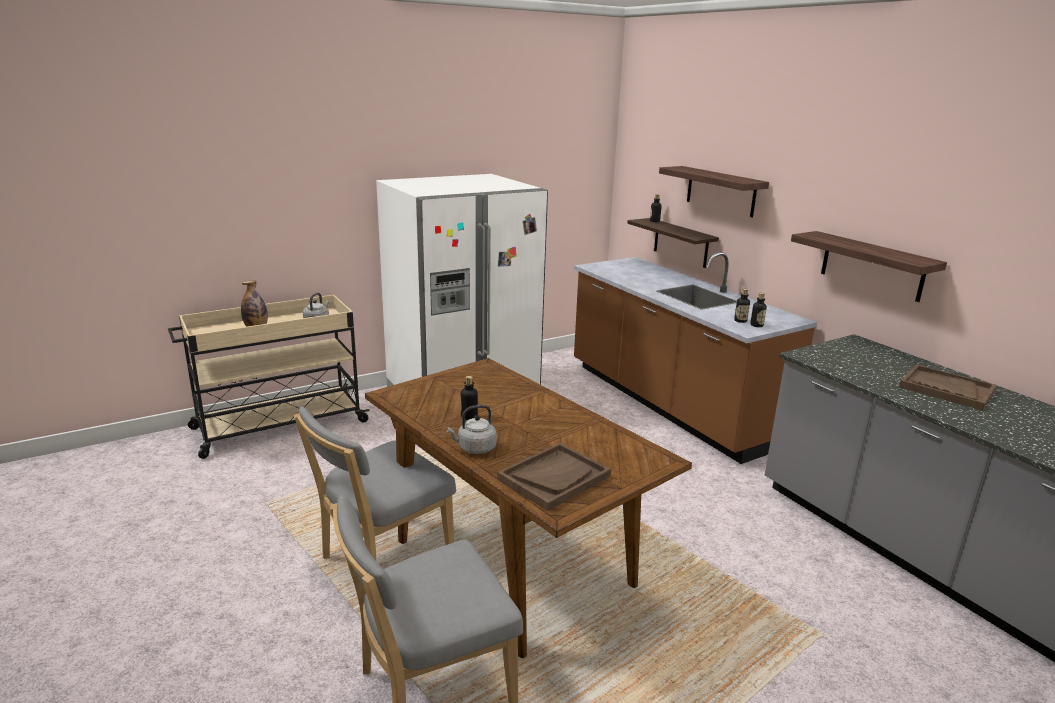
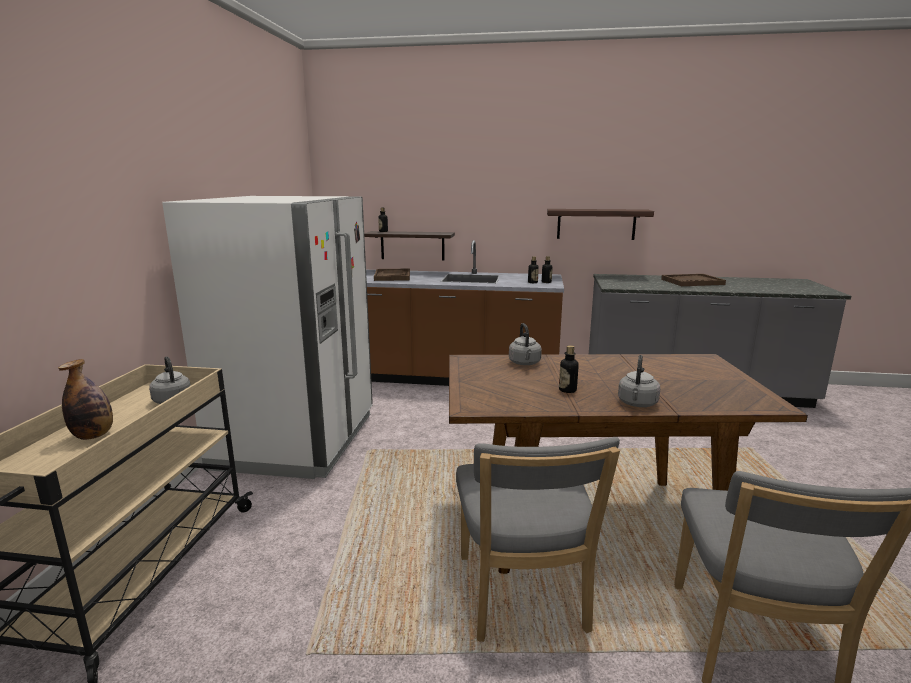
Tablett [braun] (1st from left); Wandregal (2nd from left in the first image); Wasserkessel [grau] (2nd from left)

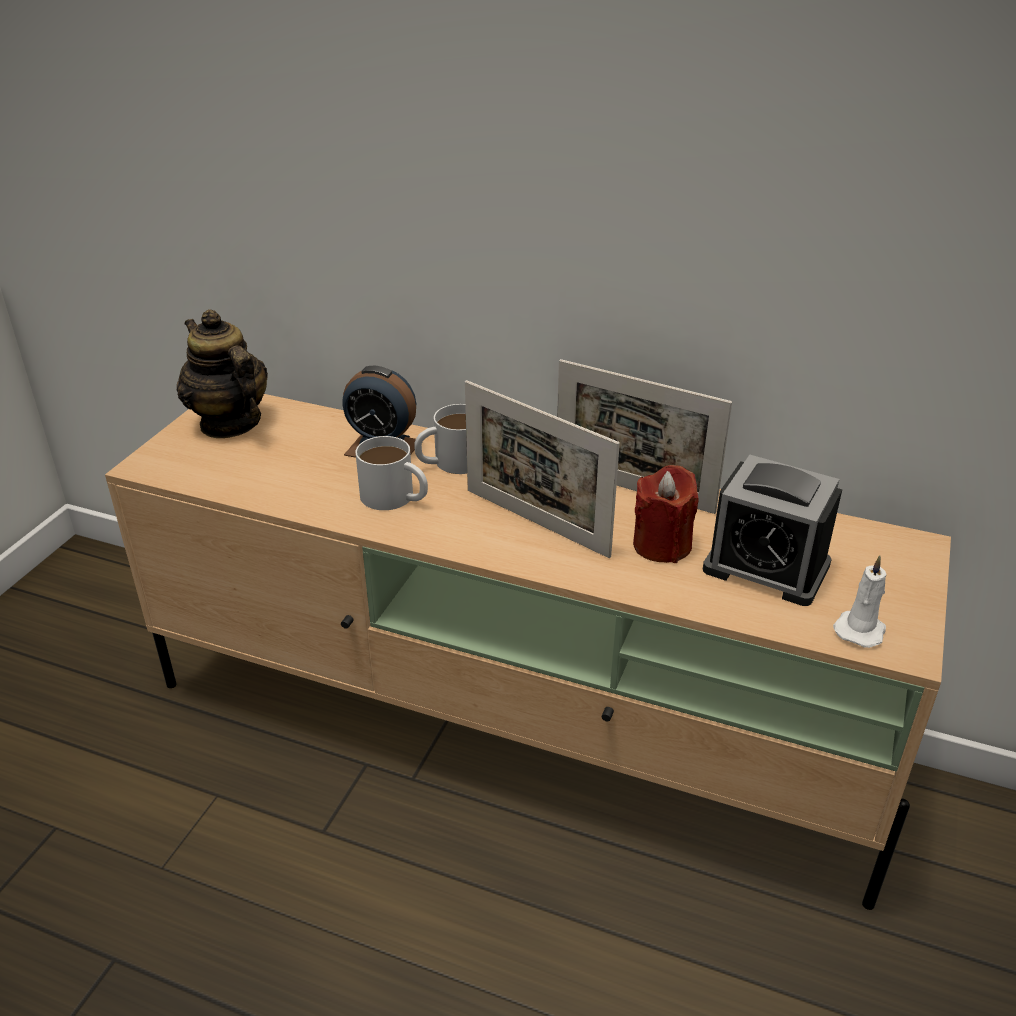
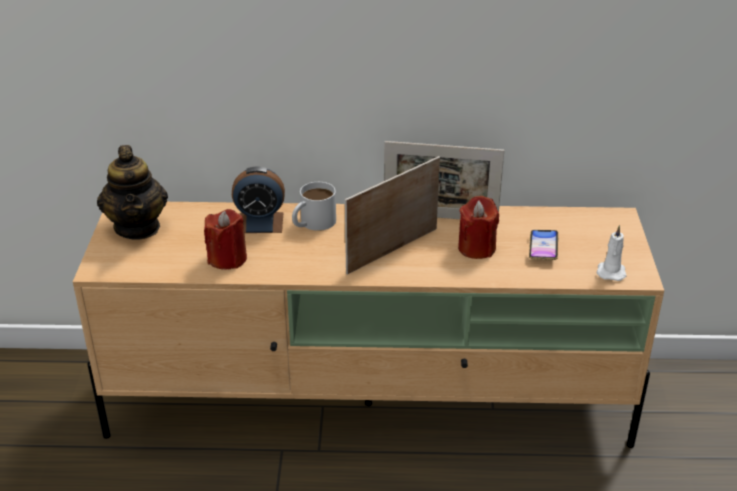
Teekanne; Henkelbecher [weiß] (1st from left in the first image); Bilderrahmen (1st from left); Handy; Kerze [rot] (1st from left)

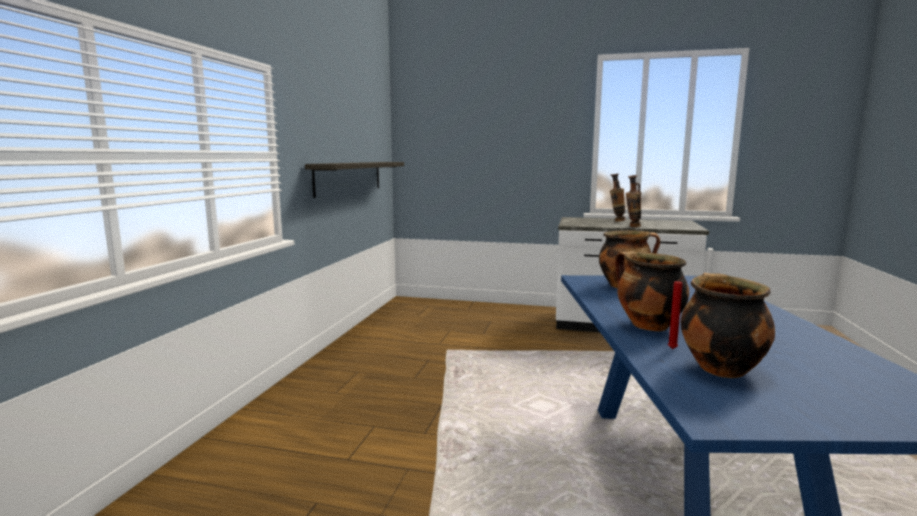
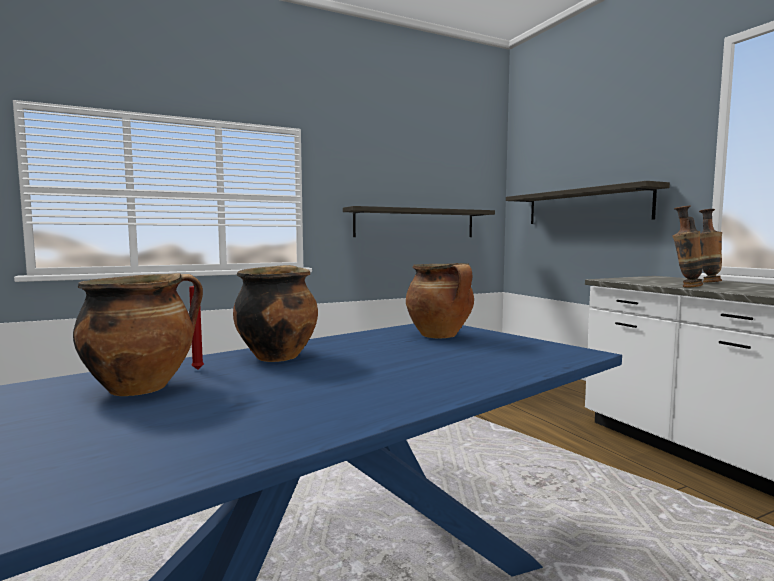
Wandregal (2nd from left)

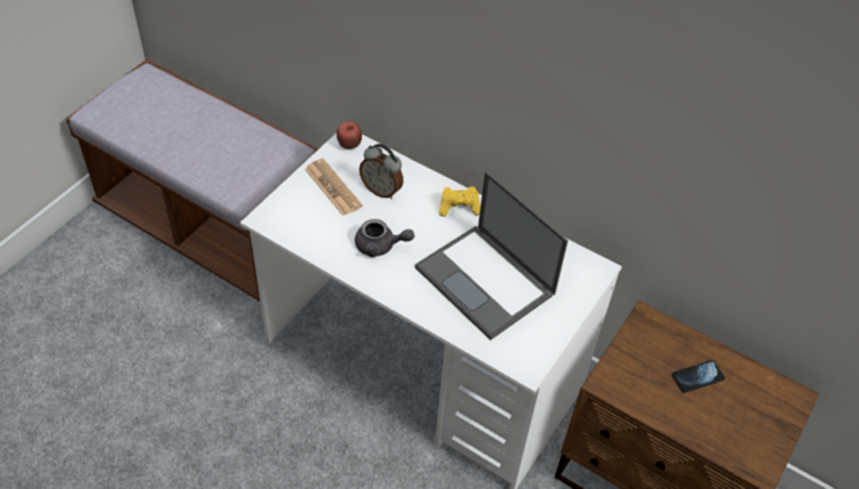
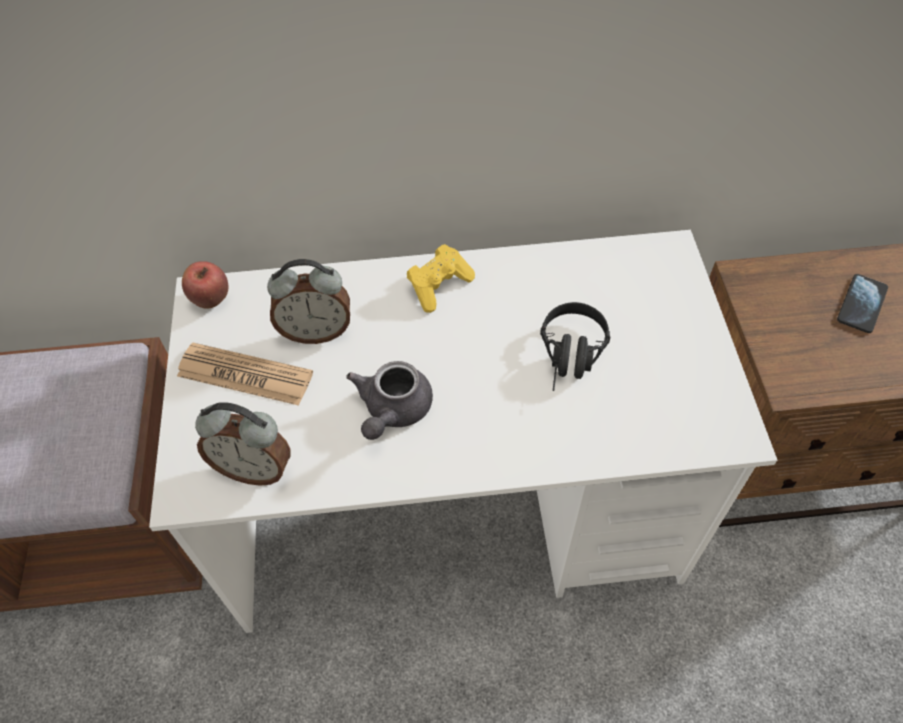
Teekanne [grau]; Kopfhörer [schwarz]; Wecker (1st from left)

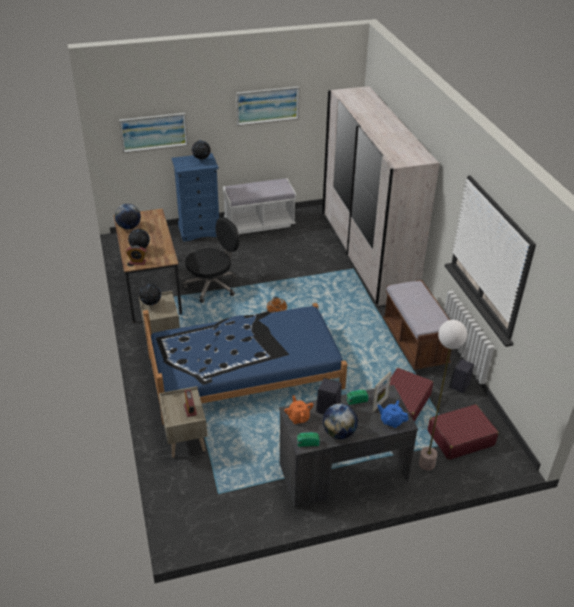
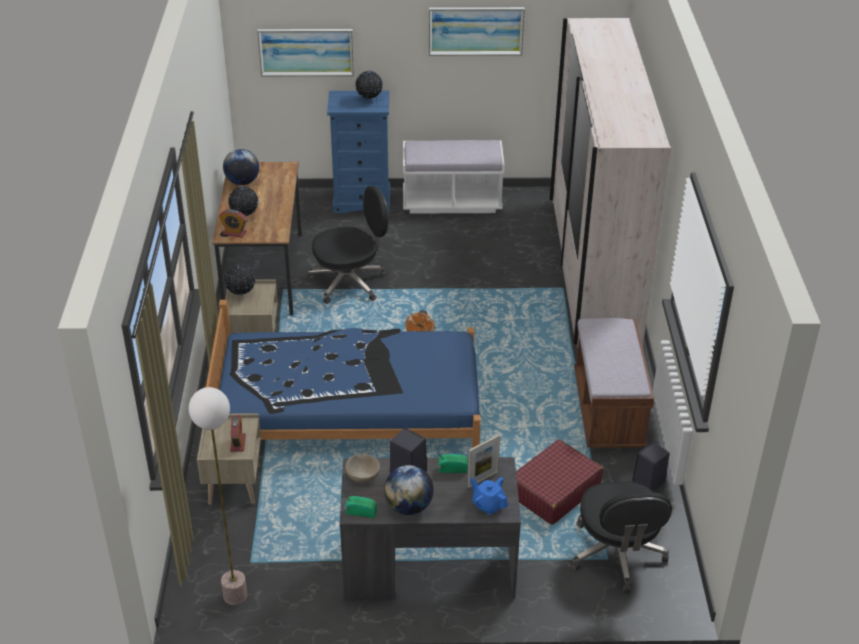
Schüssel [beige]; Stehlampe; Bürostuhl [schwarz] (2nd from left)

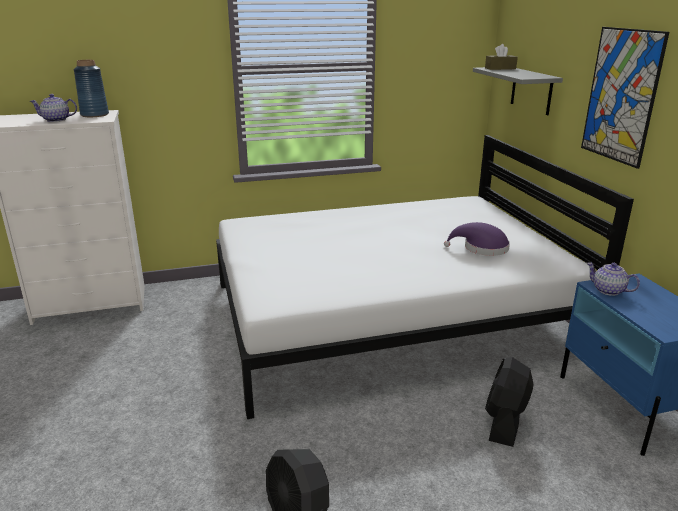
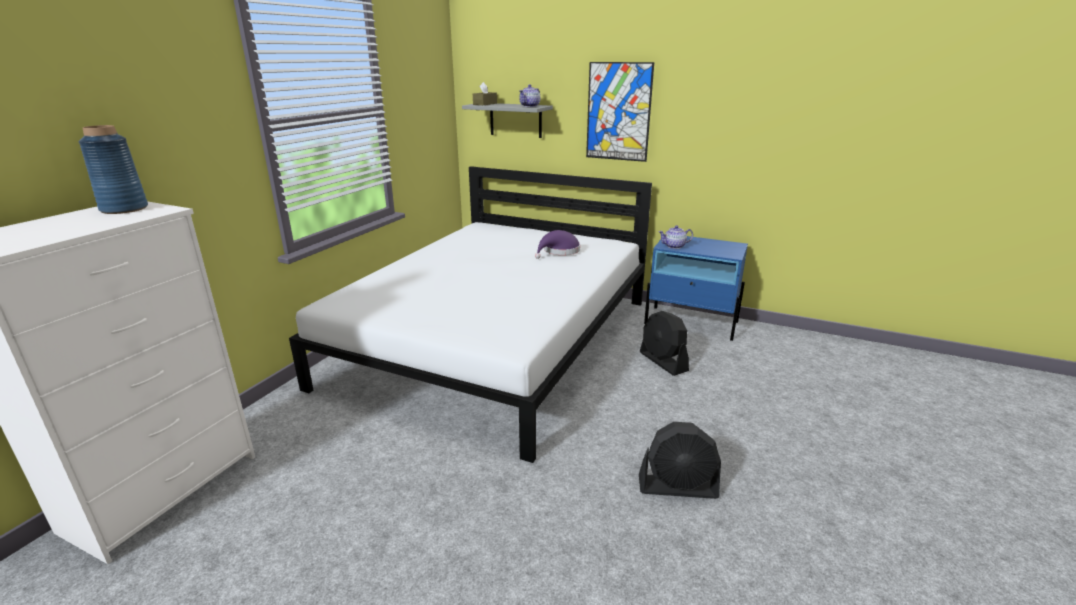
Teekanne (1st from left)

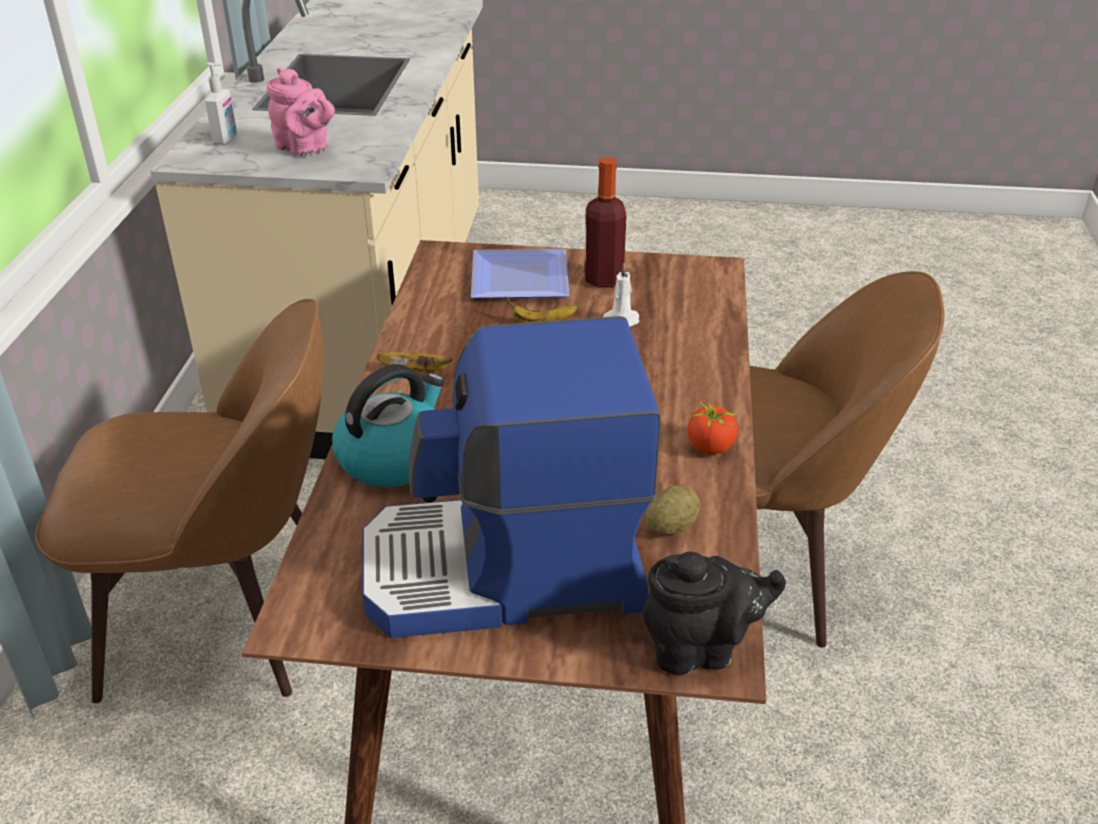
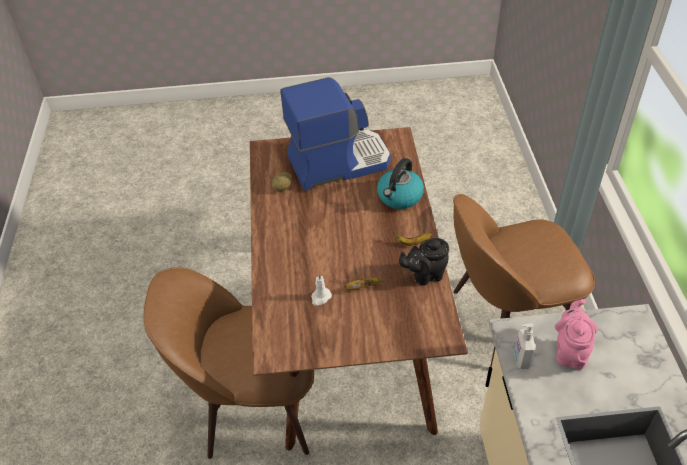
Seifenspender; Teekanne [rosa]; Teller; Flasche; Teekanne [schwarz]; Tomate

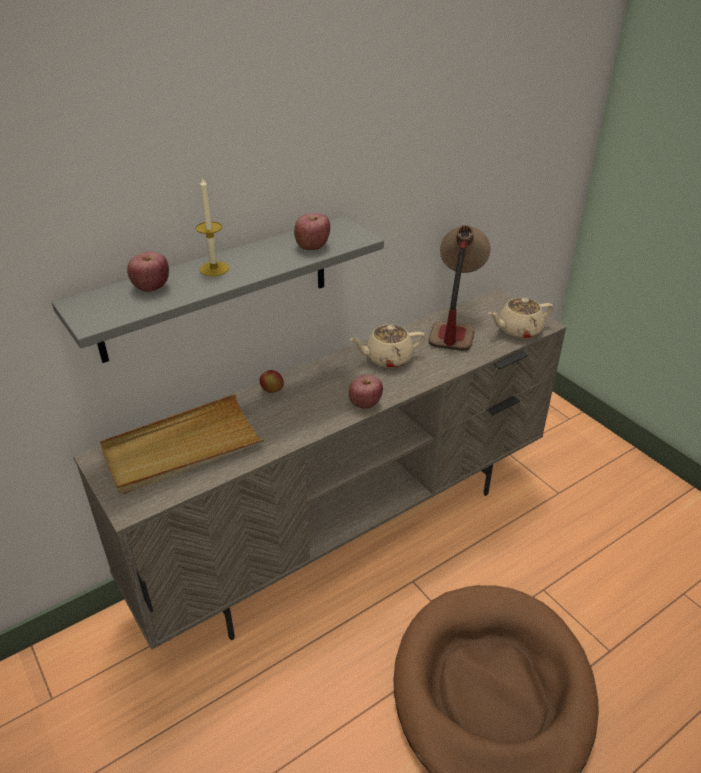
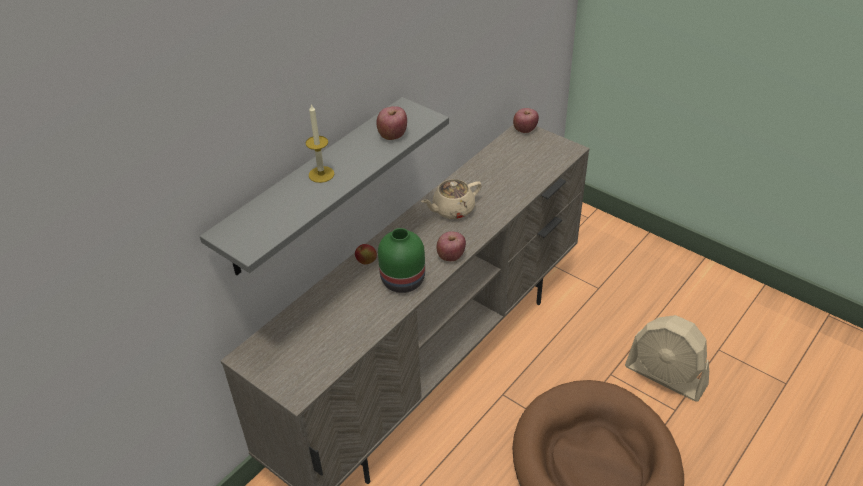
Tablett [beige]; Apfel (4th from left); Tischlampe; Teekanne [beige] (2nd from left in the first image); Vase [grün]; Ventilator [beige]

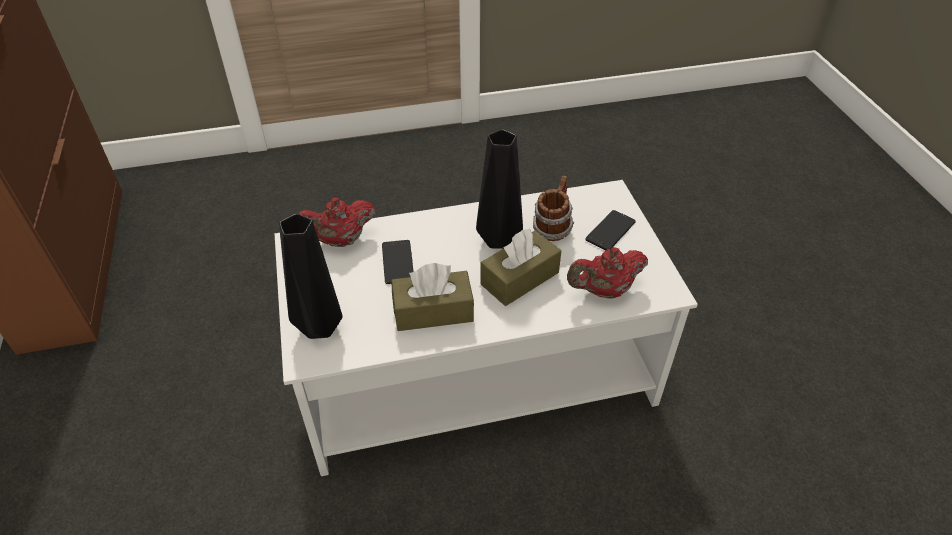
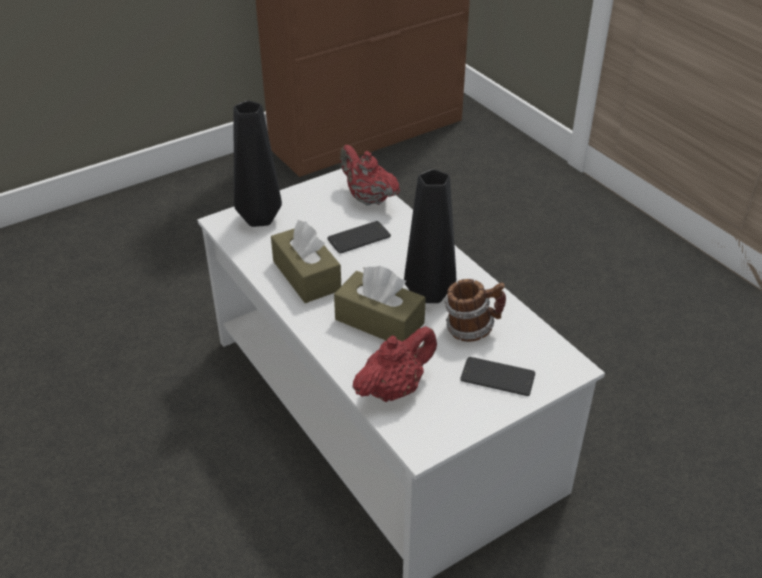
Teekanne [rot] (2nd from left)

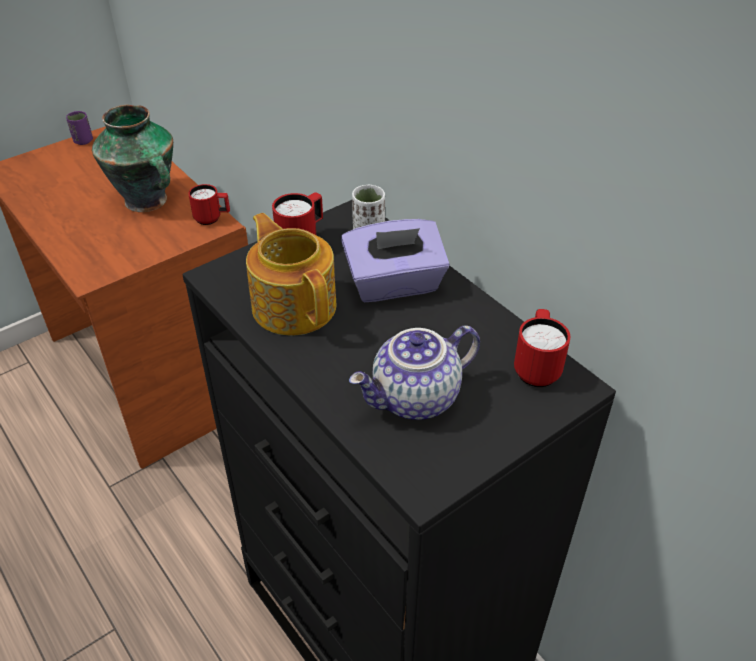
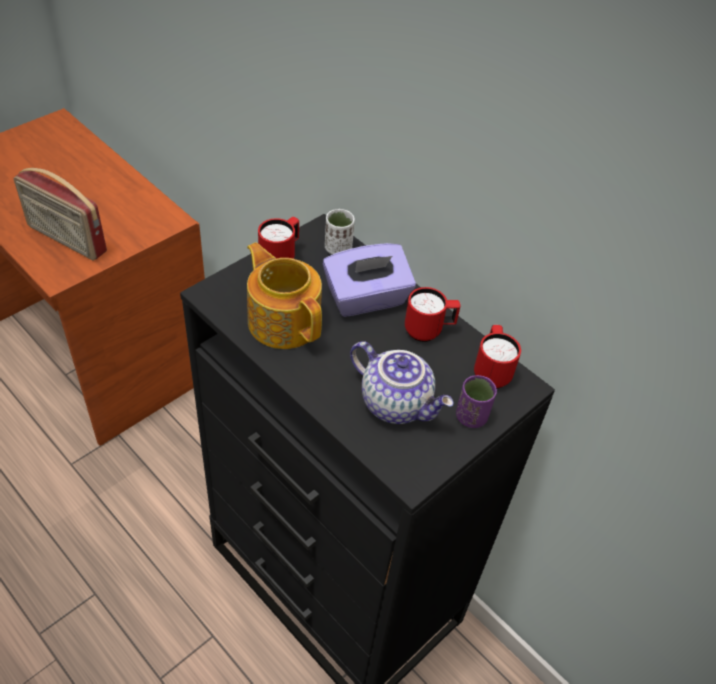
Tasse [lila]; Vase; Henkelbecher [rot] (2nd from left); Teekanne (2nd from left); Radio

